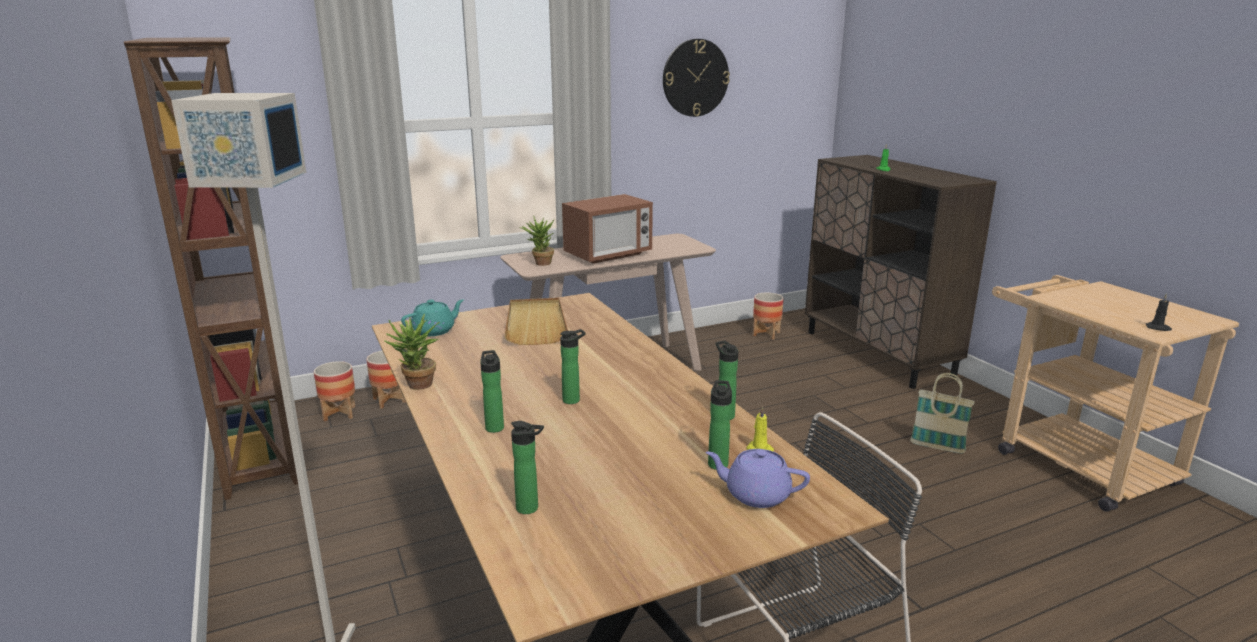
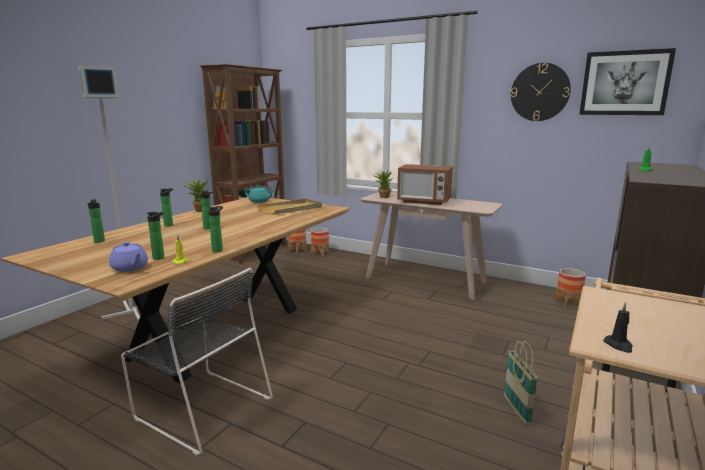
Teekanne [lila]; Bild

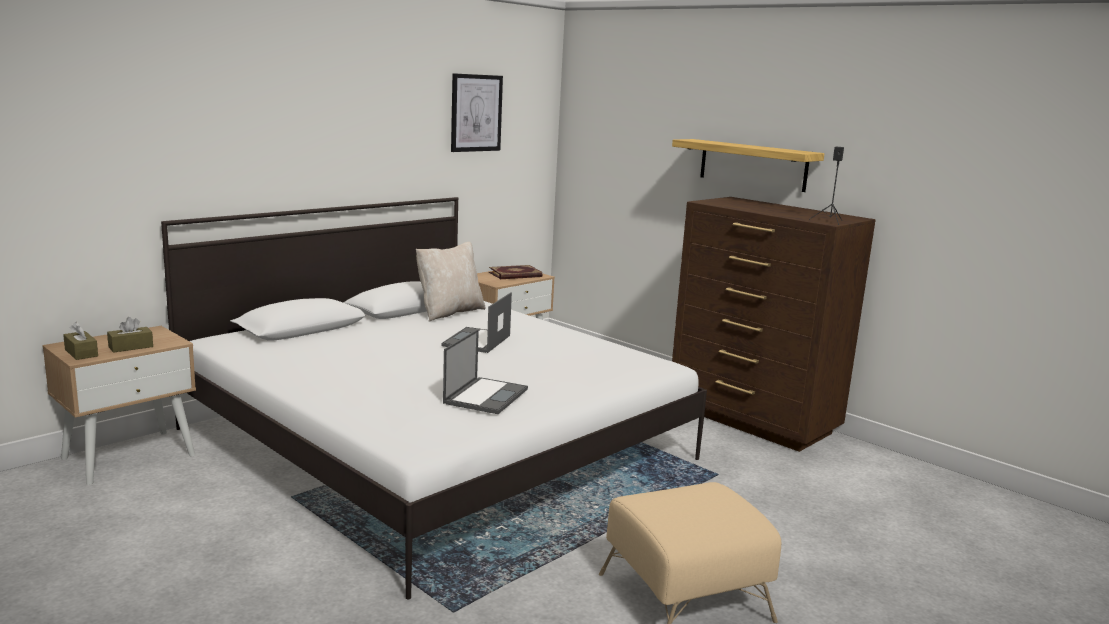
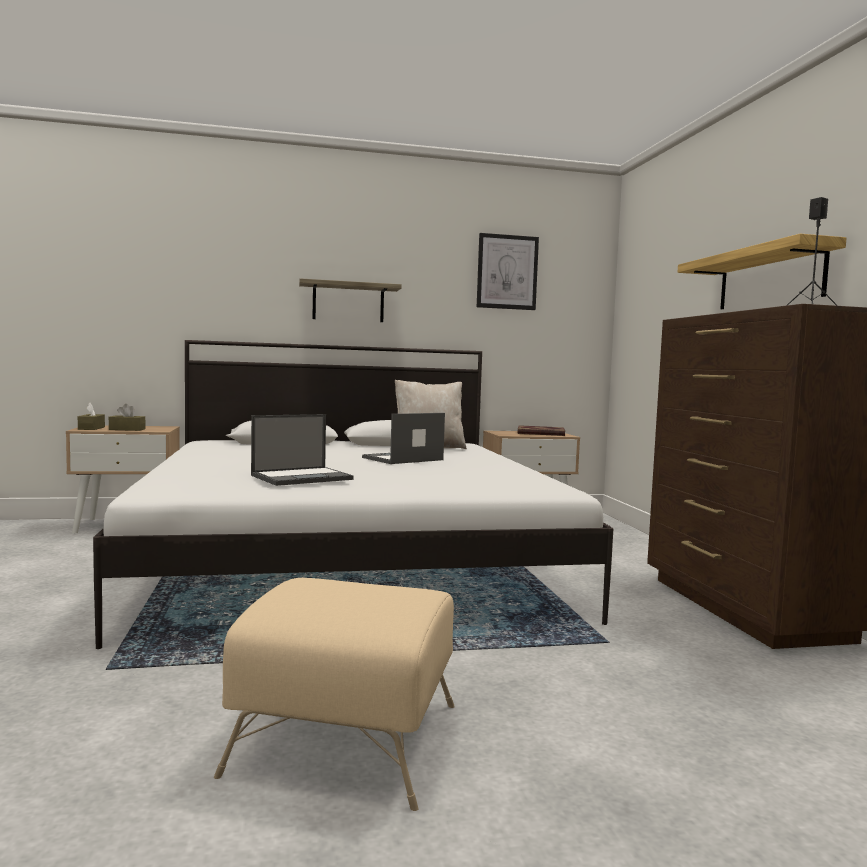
Wandregal (1st from left)

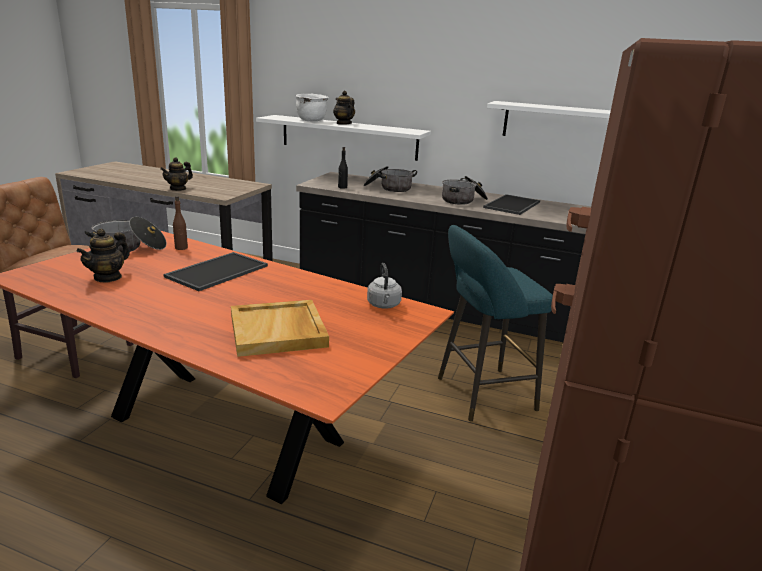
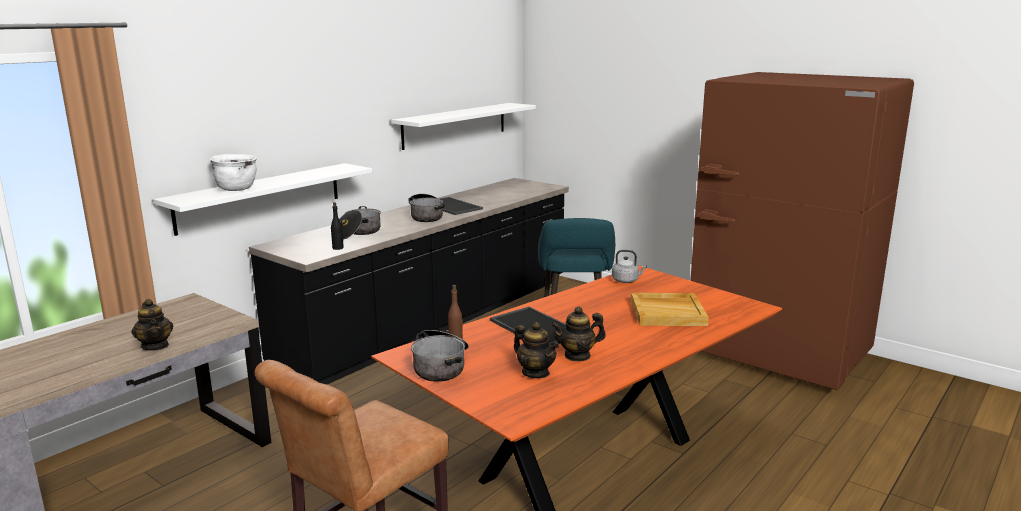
Teekanne (3rd from left)

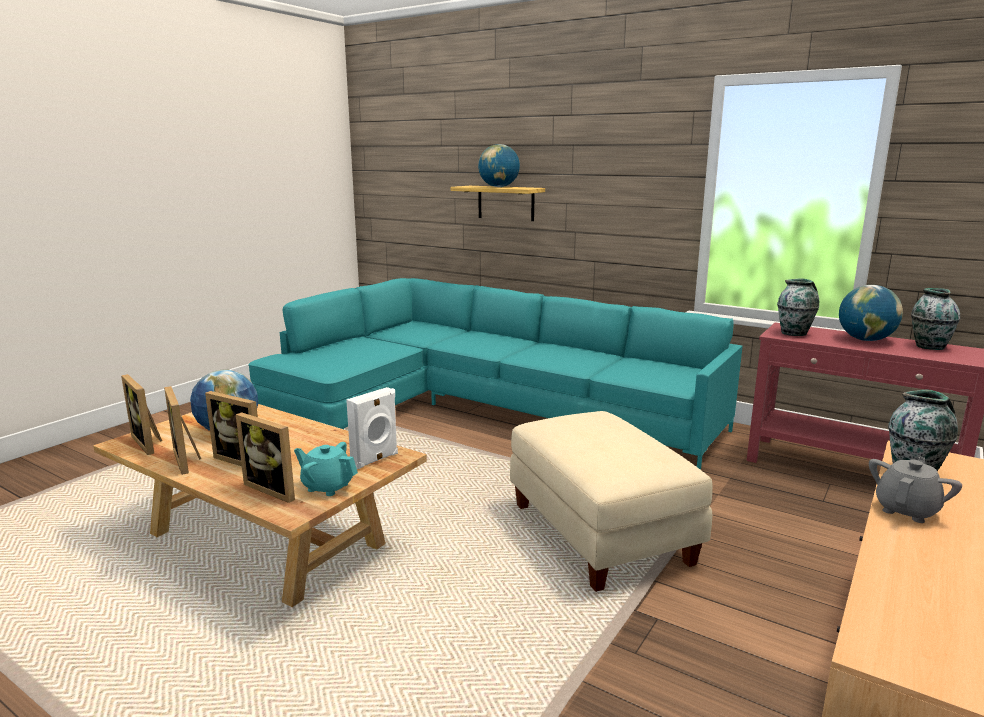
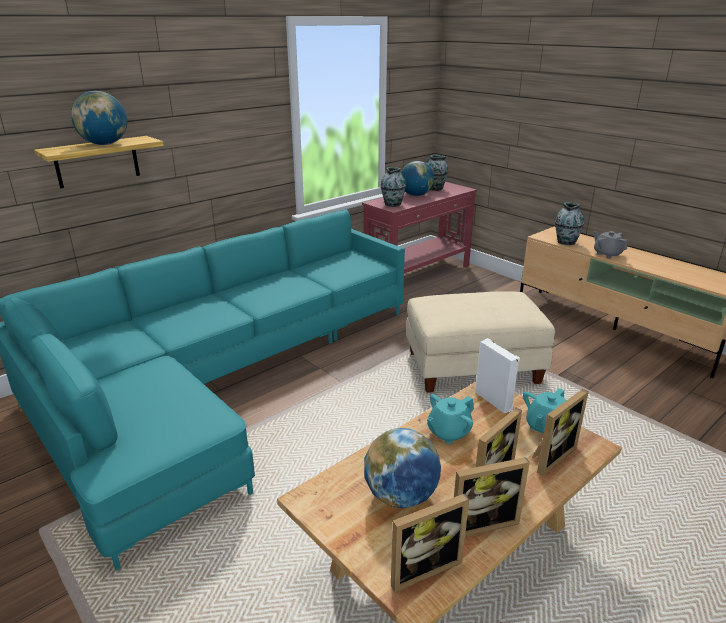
Teekanne [türkis] (1st from left)

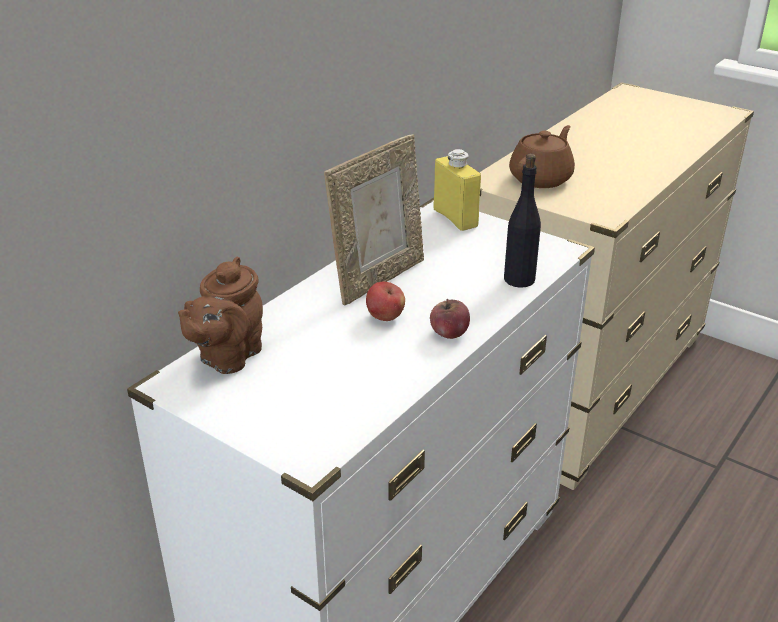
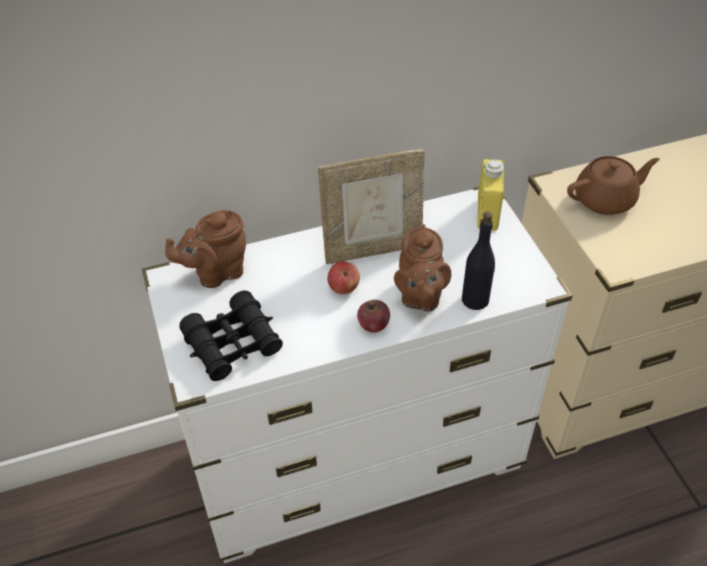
Fernglas [schwarz]; Teekanne [braun] (2nd from left)

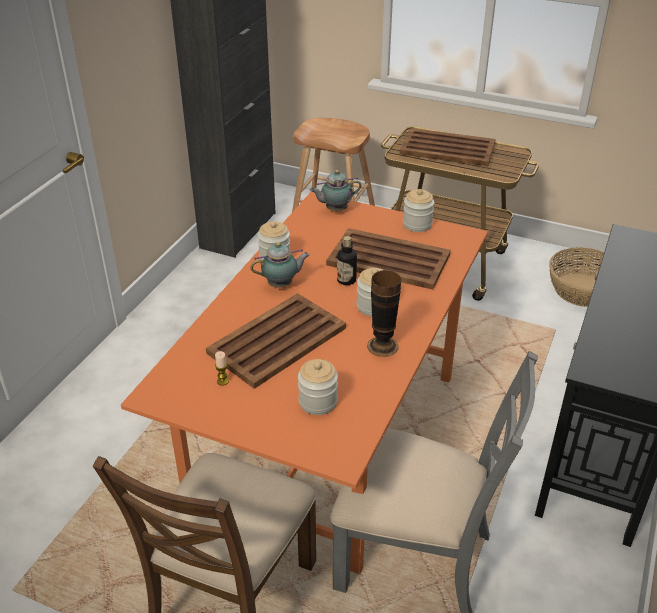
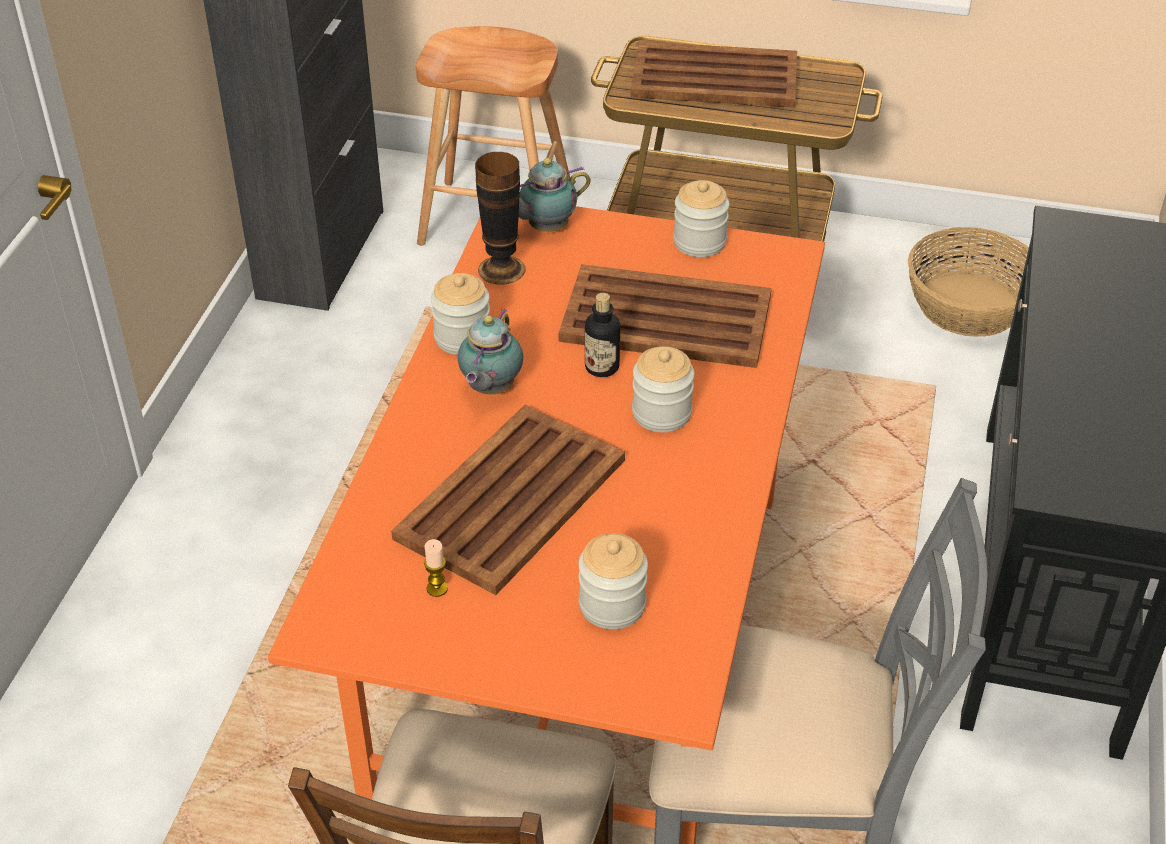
Teekanne (1st from left); Vase

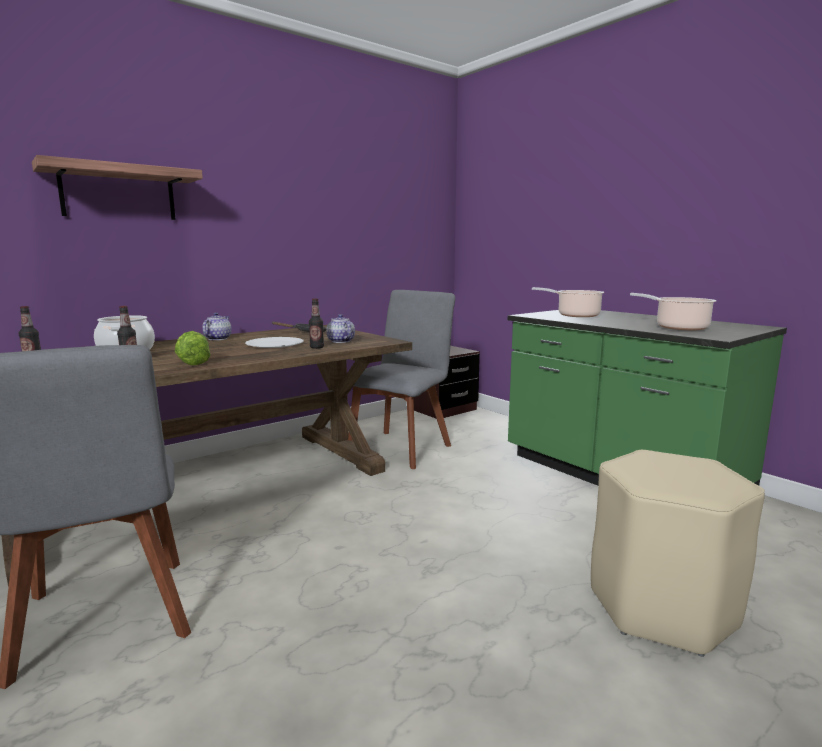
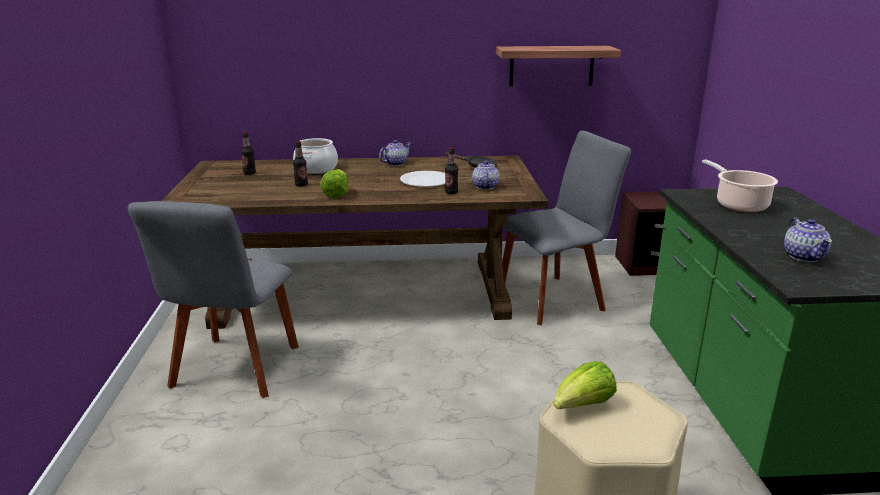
Wandregal; Teekanne (3rd from left); Salatkopf (2nd from left)

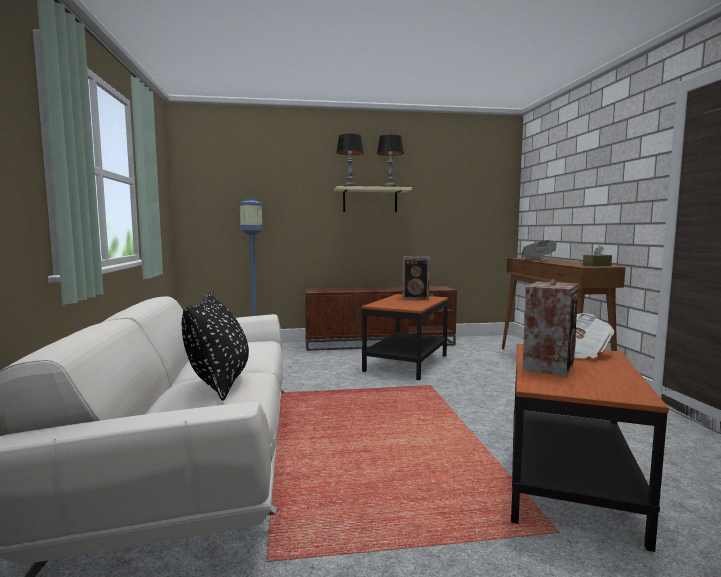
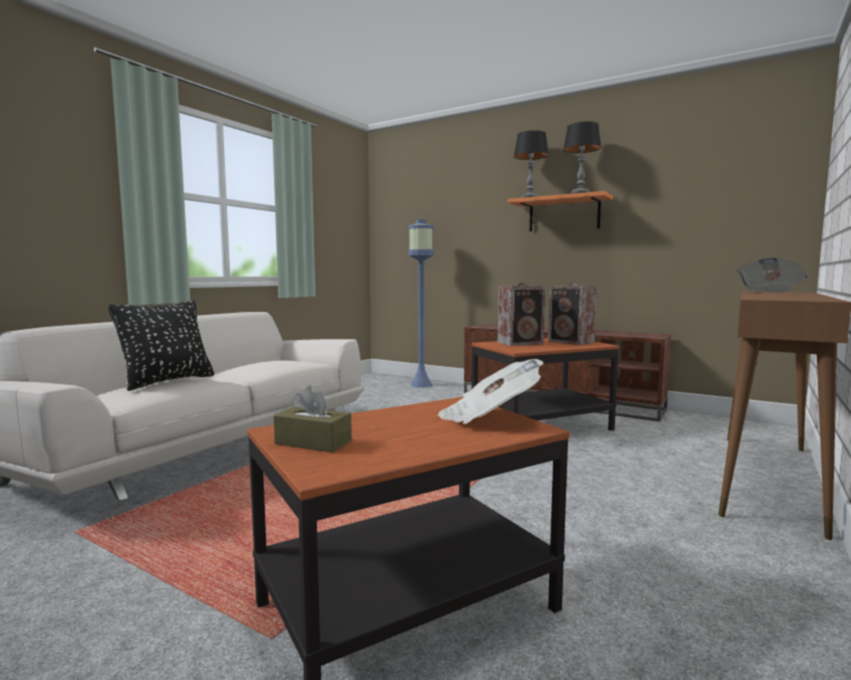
Wandregal [orange]; Lautsprecher (1st from left); Taschentuchbox [braun]

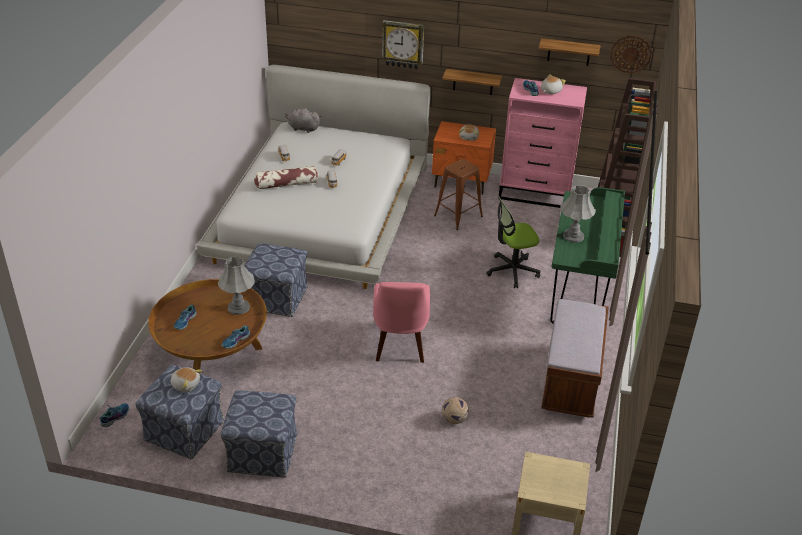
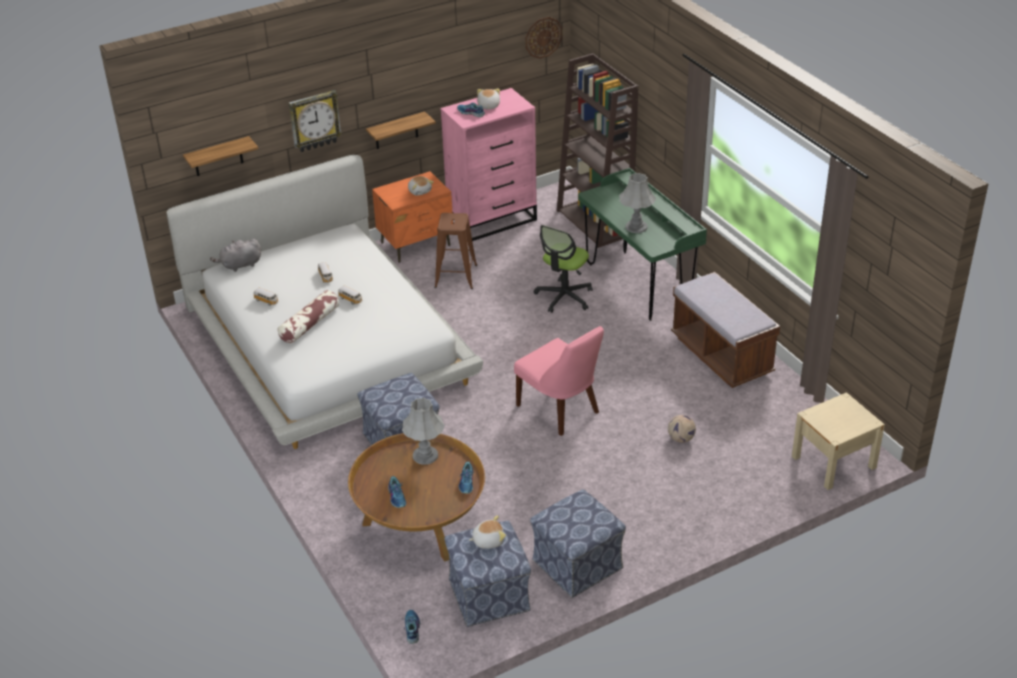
Wandregal (1st from left)

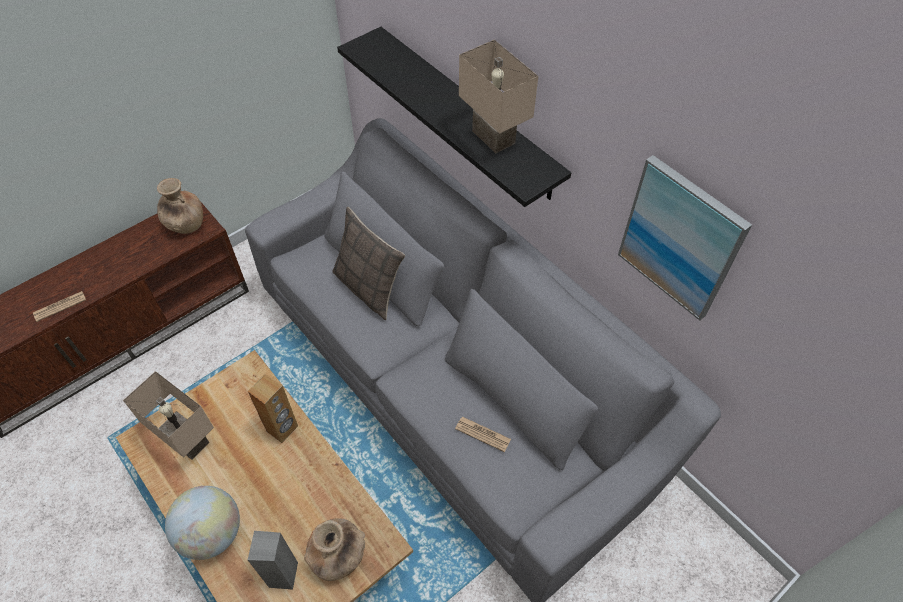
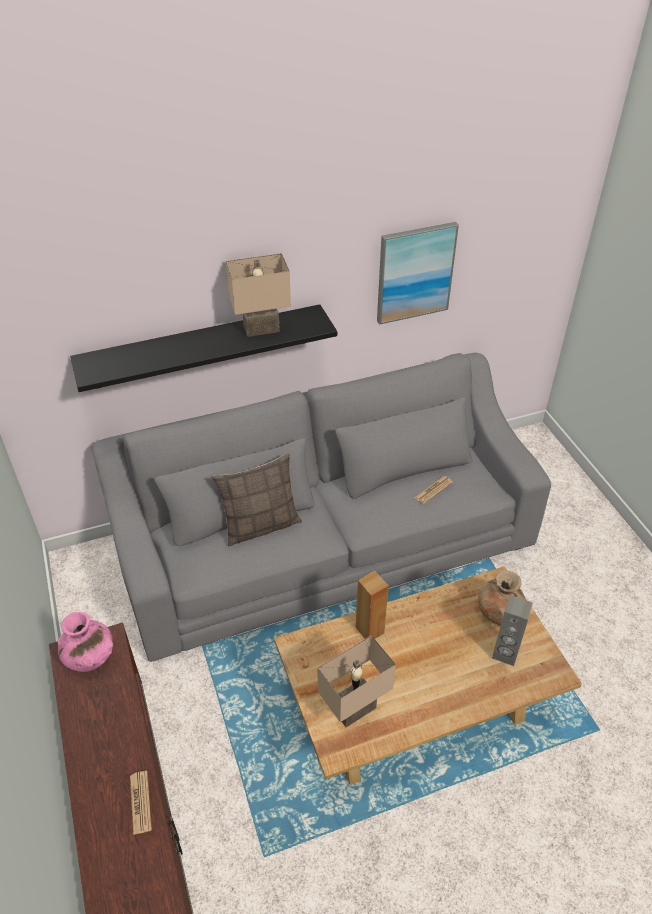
Vase [rosa]; Globus

